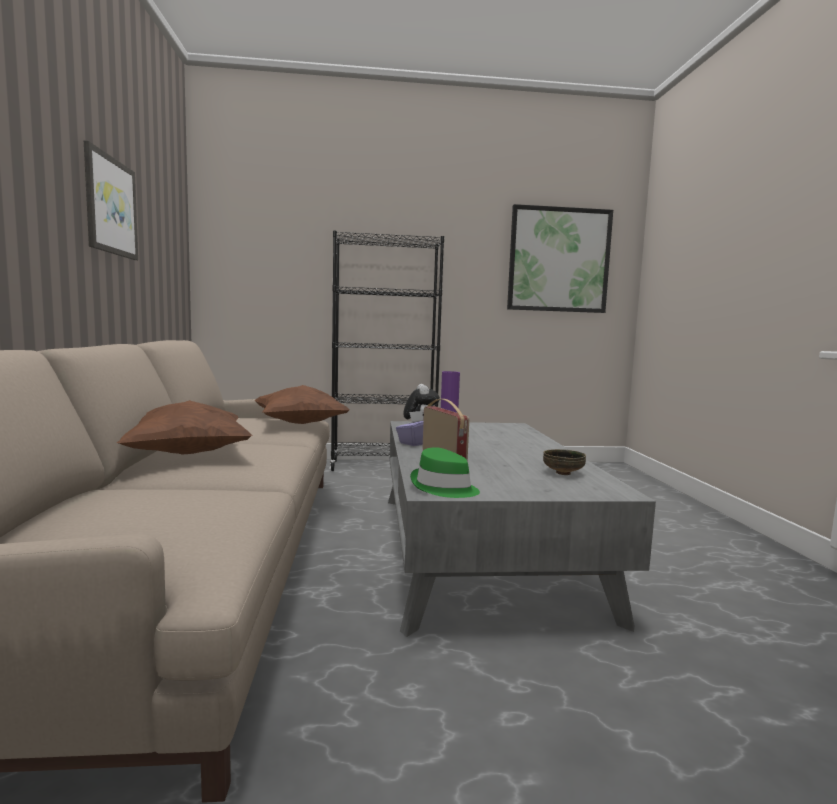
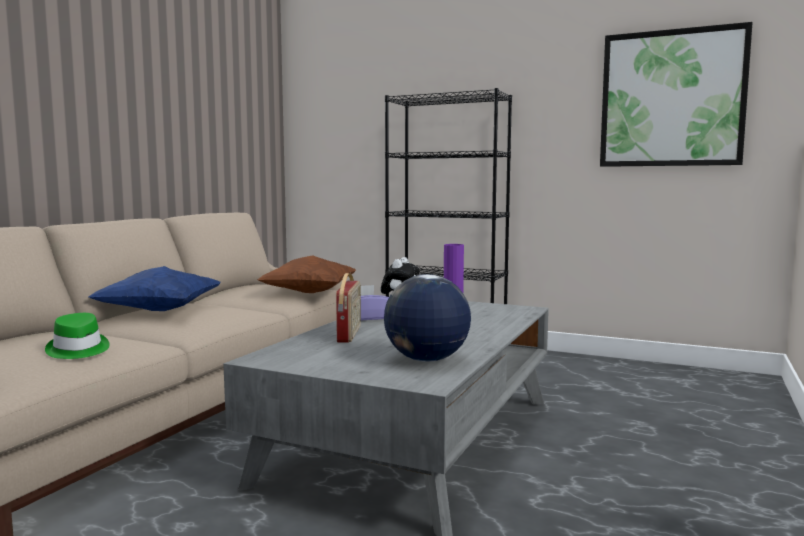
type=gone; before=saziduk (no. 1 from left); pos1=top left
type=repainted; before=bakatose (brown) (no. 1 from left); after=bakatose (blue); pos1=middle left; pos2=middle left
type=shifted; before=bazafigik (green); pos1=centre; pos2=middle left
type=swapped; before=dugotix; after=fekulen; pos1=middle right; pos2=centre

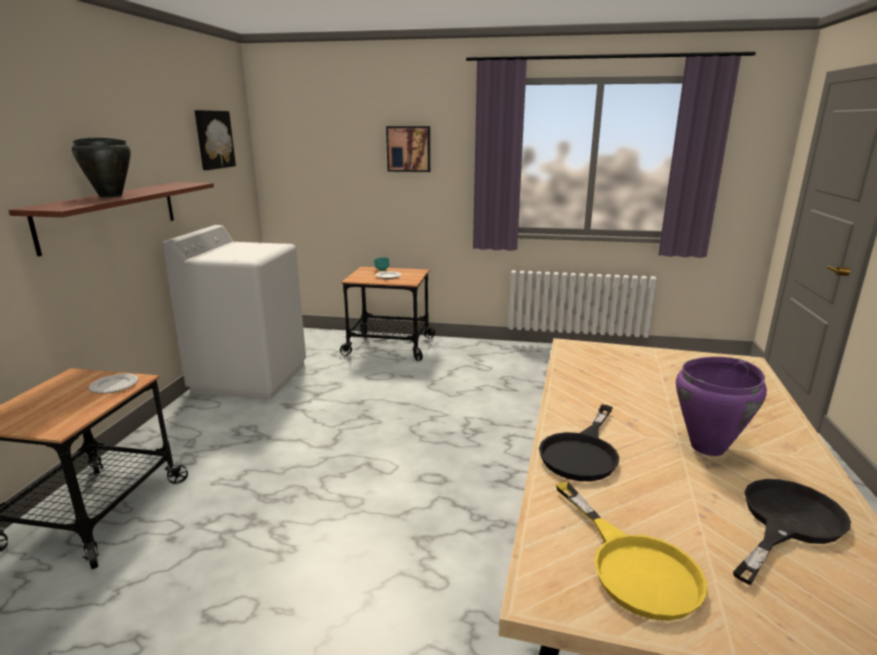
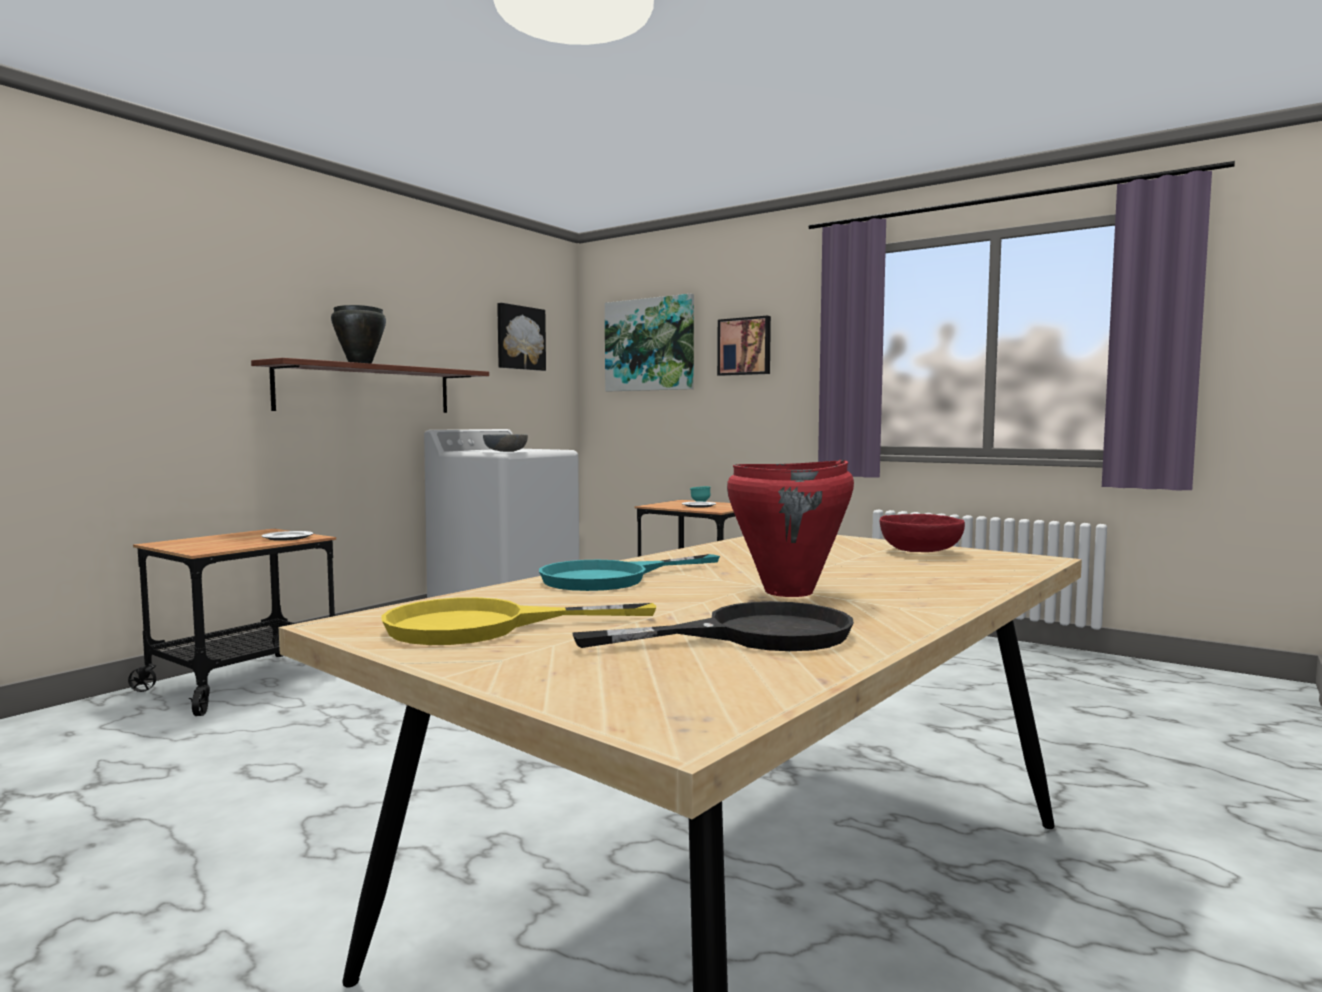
type=repainted; before=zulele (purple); after=zulele (red); pos1=middle right; pos2=centre
type=repainted; before=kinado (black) (no. 1 from left); after=kinado (turquoise); pos1=bottom centre; pos2=centre
type=rotated; before=kinado (yellow); pos1=bottom right; pos2=centre; turn=75
type=new; after=saziduk (no. 2 from left); pos2=centre
type=new; after=dugotix (grey); pos2=centre
type=new; after=dugotix (red); pos2=middle right

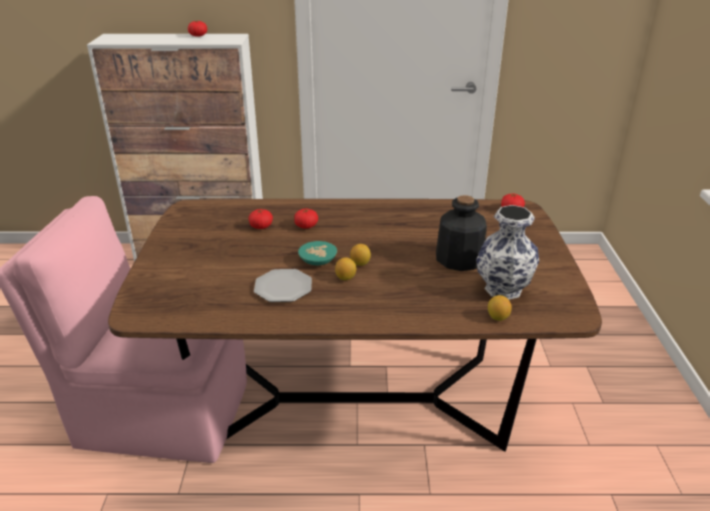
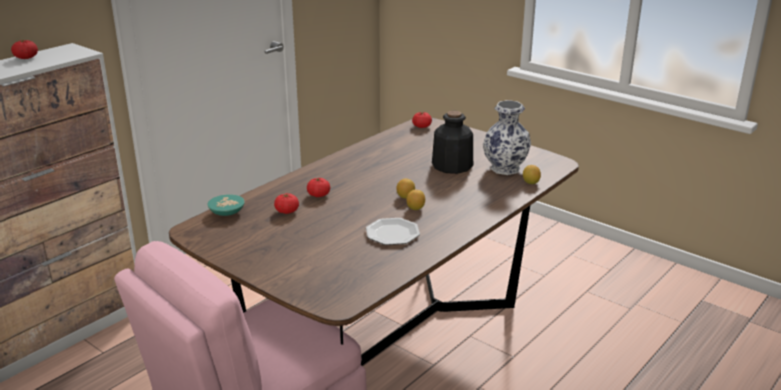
type=shifted; before=dugotix (turquoise); pos1=centre; pos2=middle left

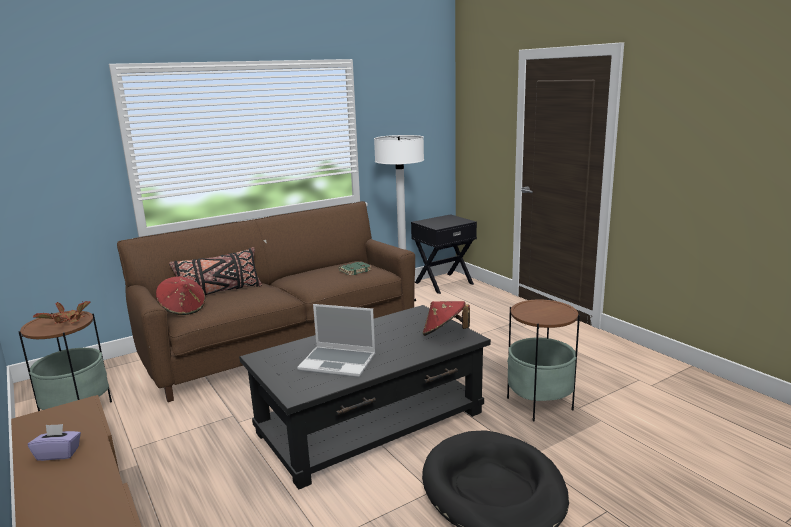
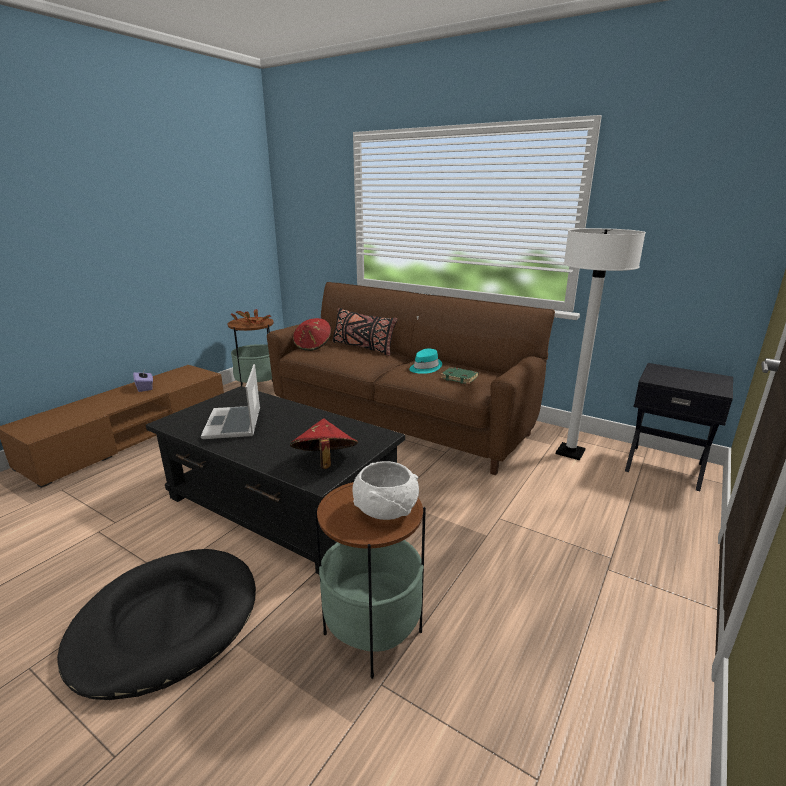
type=new; after=bazafigik (turquoise); pos2=centre
type=new; after=dugotix (white); pos2=centre

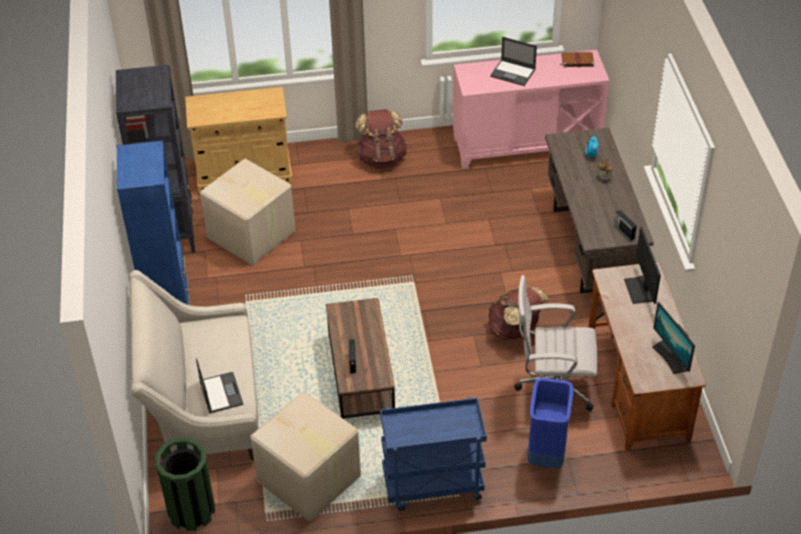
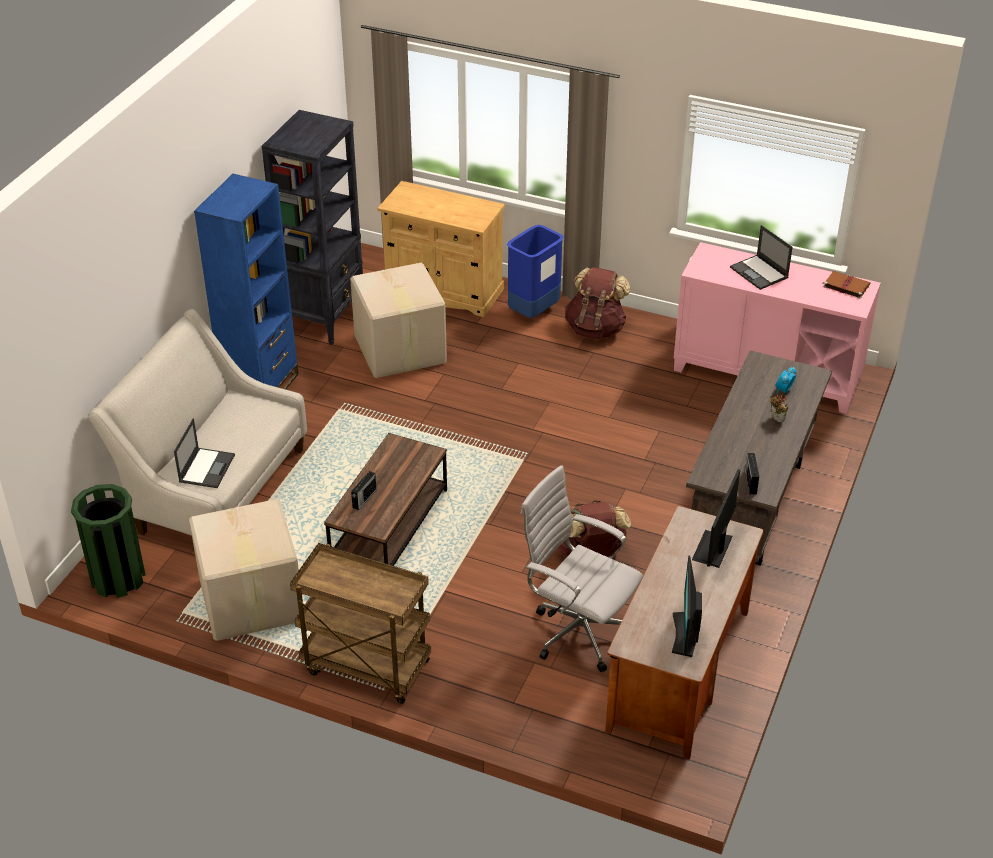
type=shifted; before=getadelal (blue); pos1=bottom right; pos2=top centre
type=repainted; before=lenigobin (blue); after=lenigobin (brown); pos1=bottom centre; pos2=bottom centre

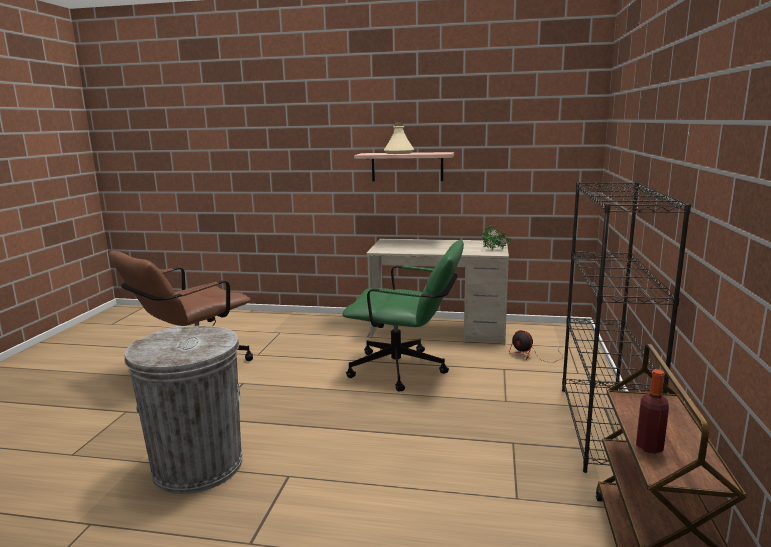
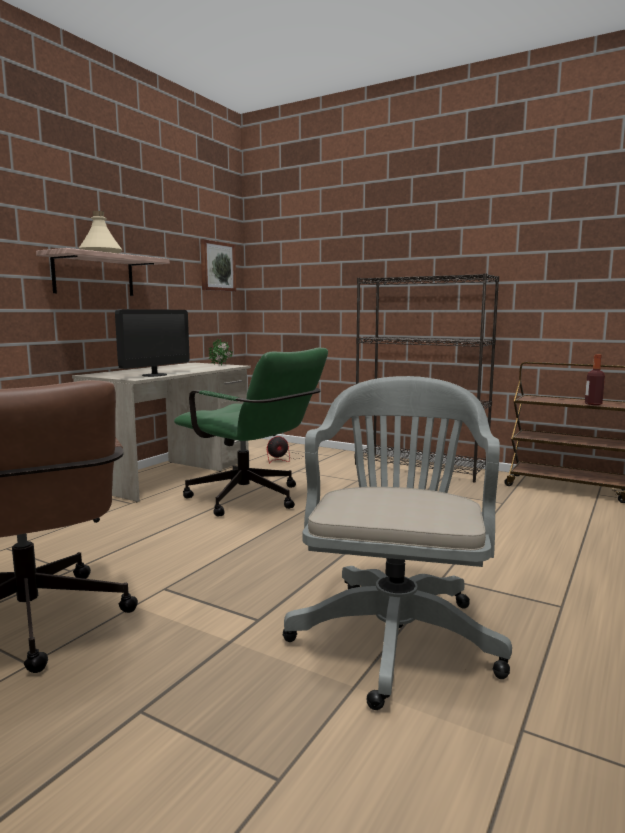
type=rotated; before=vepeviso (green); pos1=centre; pos2=centre; turn=90
type=swapped; before=getadelal (grey); after=vepeviso (grey); pos1=bottom left; pos2=centre
type=new; after=saziduk; pos2=top centre
type=new; after=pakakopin; pos2=middle left

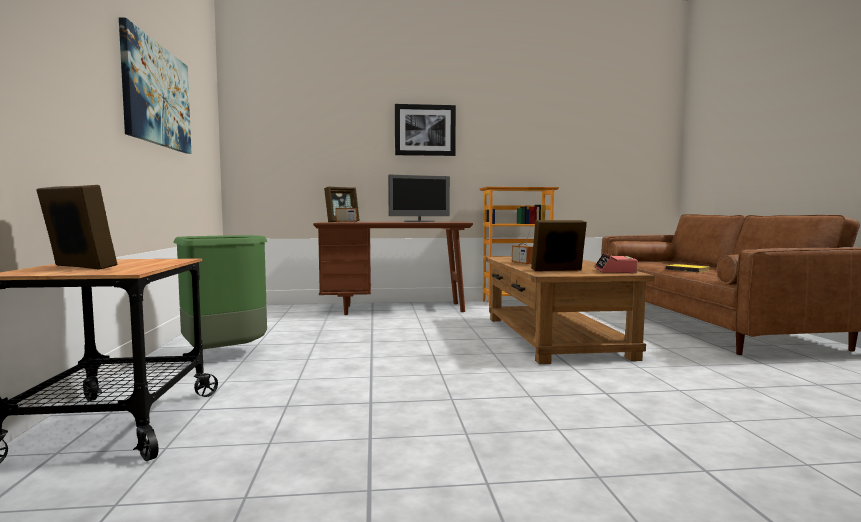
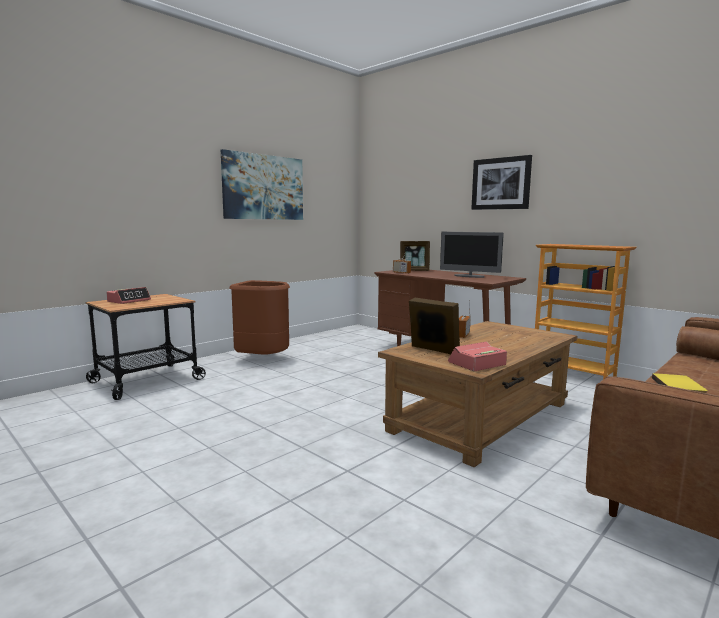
type=swapped; before=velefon (no. 1 from left); after=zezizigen (no. 1 from left); pos1=middle left; pos2=middle left
type=repainted; before=getadelal (green); after=getadelal (brown); pos1=middle left; pos2=centre

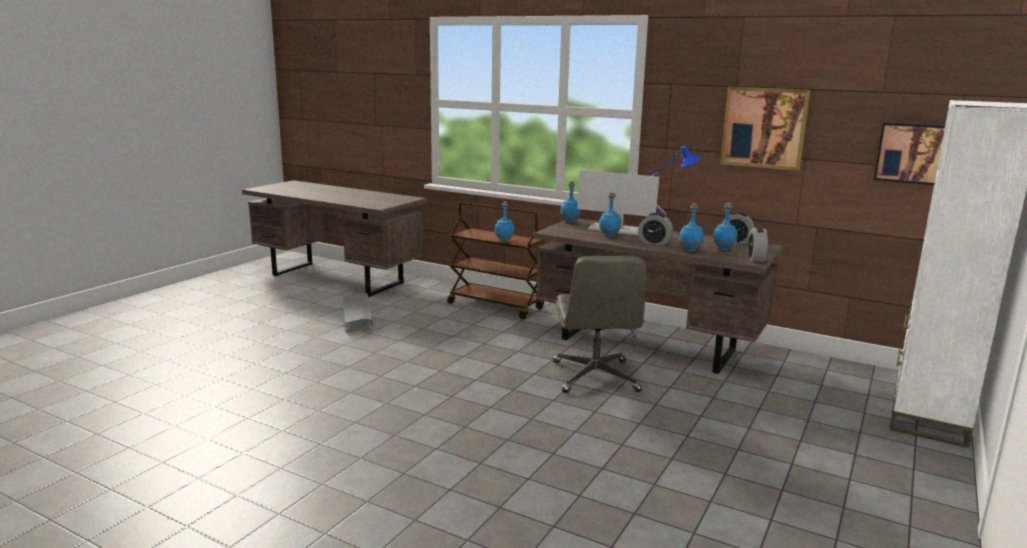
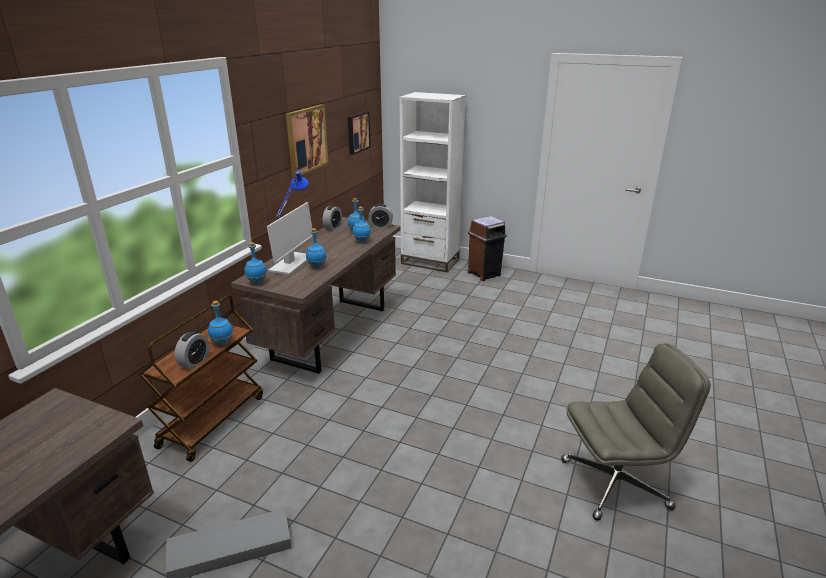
type=shifted; before=zezizigen (no. 1 from left); pos1=centre; pos2=middle left
type=shifted; before=vepeviso (grey); pos1=centre; pos2=bottom right
type=new; after=getadelal (brown); pos2=centre

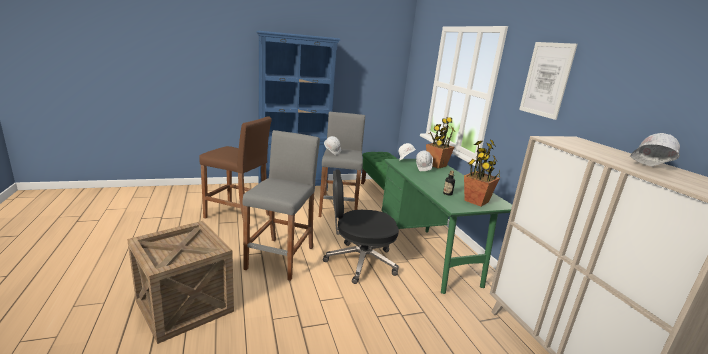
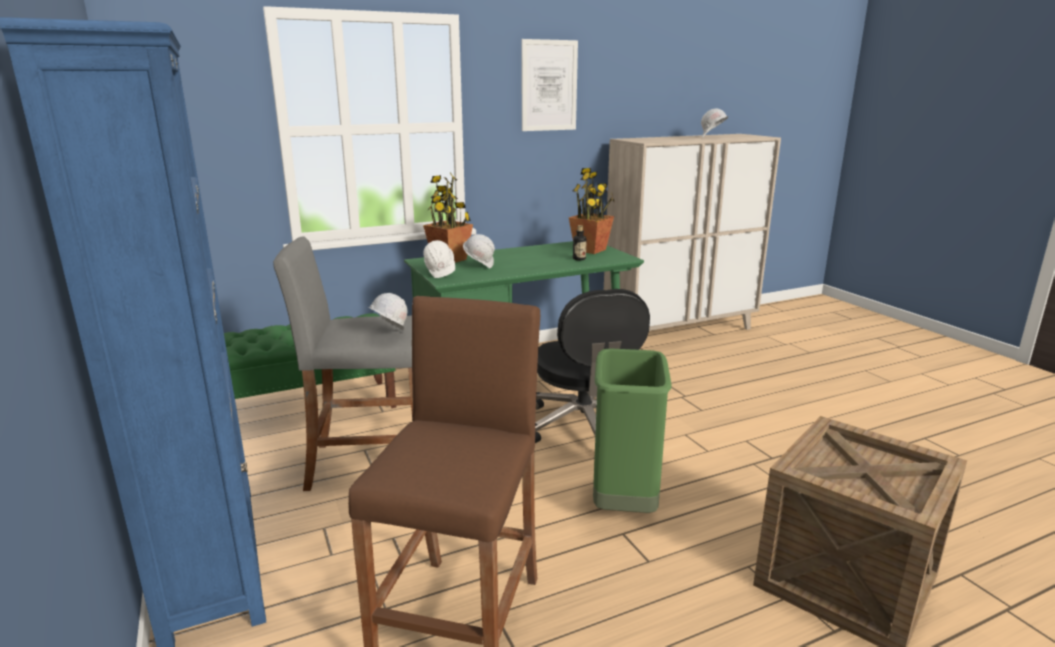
type=swapped; before=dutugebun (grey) (no. 1 from left); after=getadelal (green); pos1=centre; pos2=centre

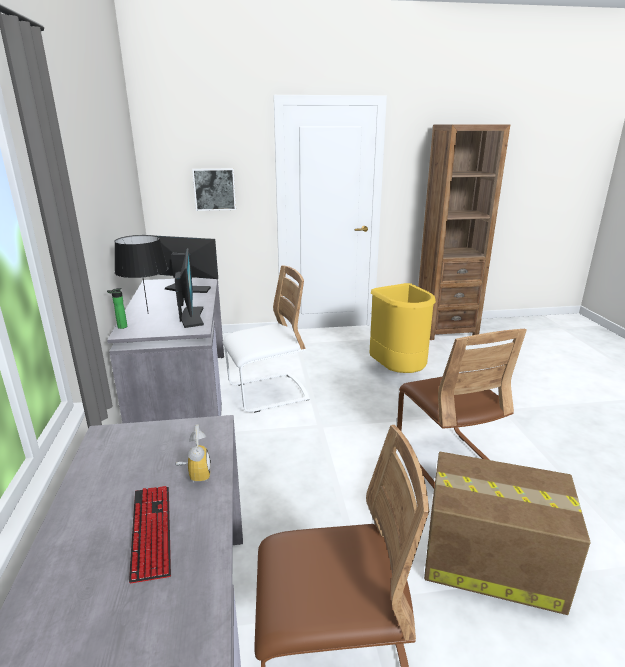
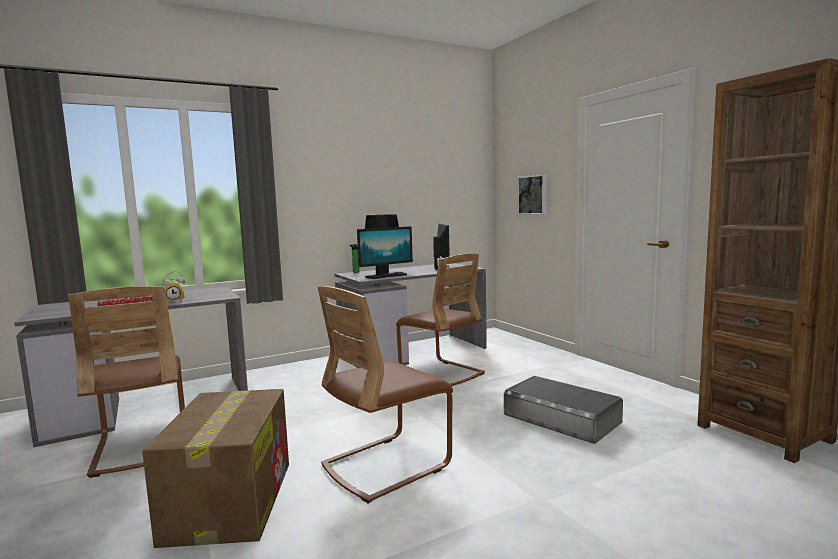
type=repainted; before=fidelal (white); after=fidelal (brown) (no. 3 from left); pos1=centre; pos2=centre
type=swapped; before=getadelal (yellow); after=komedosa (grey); pos1=centre; pos2=bottom right

